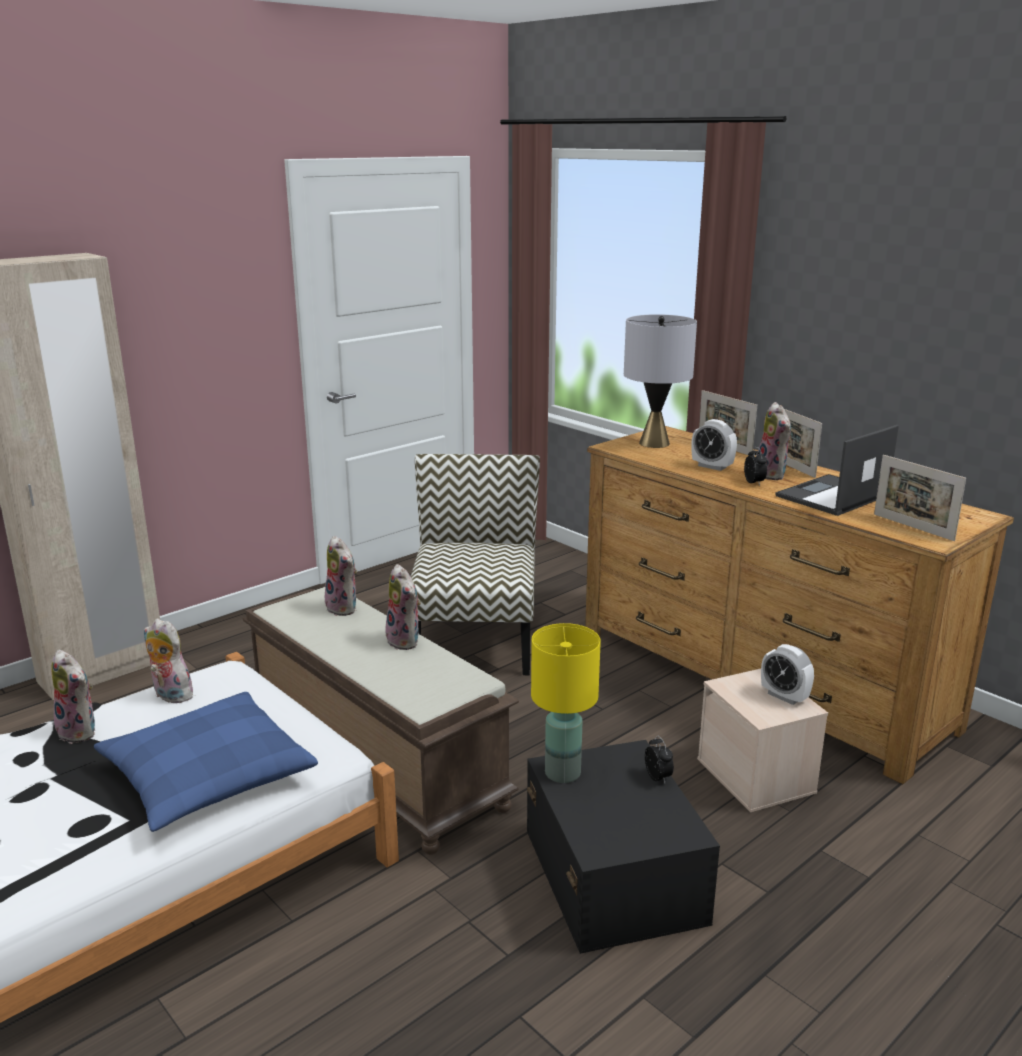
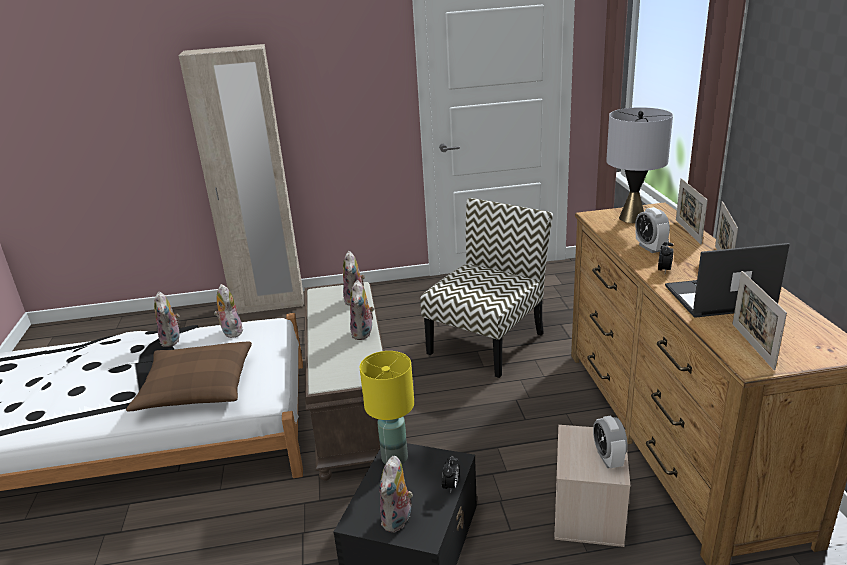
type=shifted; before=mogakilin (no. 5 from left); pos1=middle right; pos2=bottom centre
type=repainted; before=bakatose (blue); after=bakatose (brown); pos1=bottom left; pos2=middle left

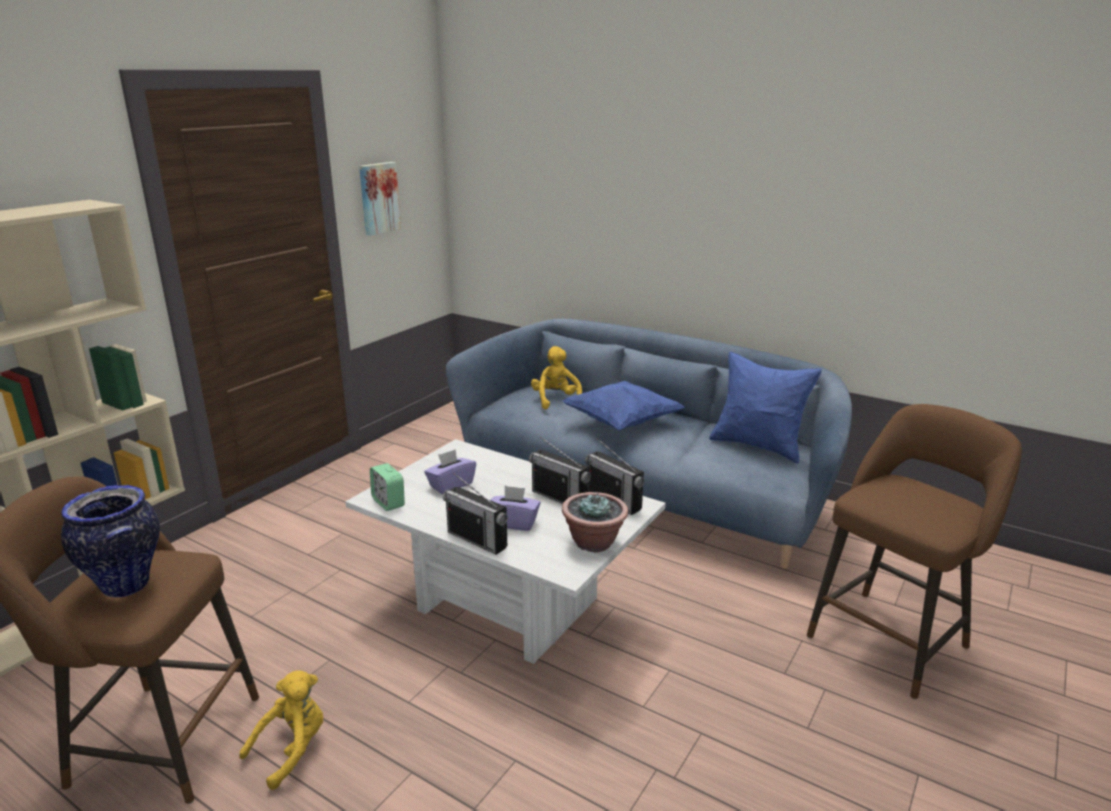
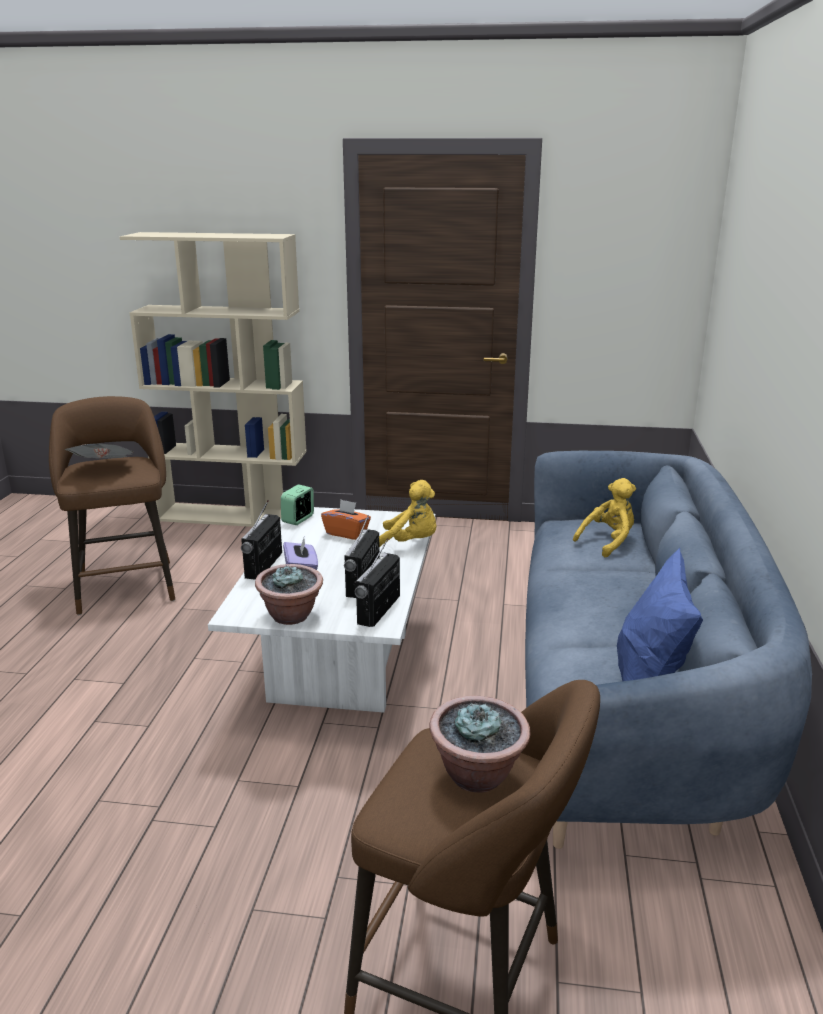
type=gone; before=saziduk; pos1=top centre
type=gone; before=bakatose (blue) (no. 1 from left); pos1=centre
type=repainted; before=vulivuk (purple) (no. 1 from left); after=vulivuk (orange); pos1=centre; pos2=centre
type=swapped; before=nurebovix; after=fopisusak; pos1=bottom left; pos2=middle left
type=shifted; before=mogakilin (yellow) (no. 1 from left); pos1=bottom left; pos2=centre
type=new; after=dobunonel (no. 2 from left); pos2=bottom centre

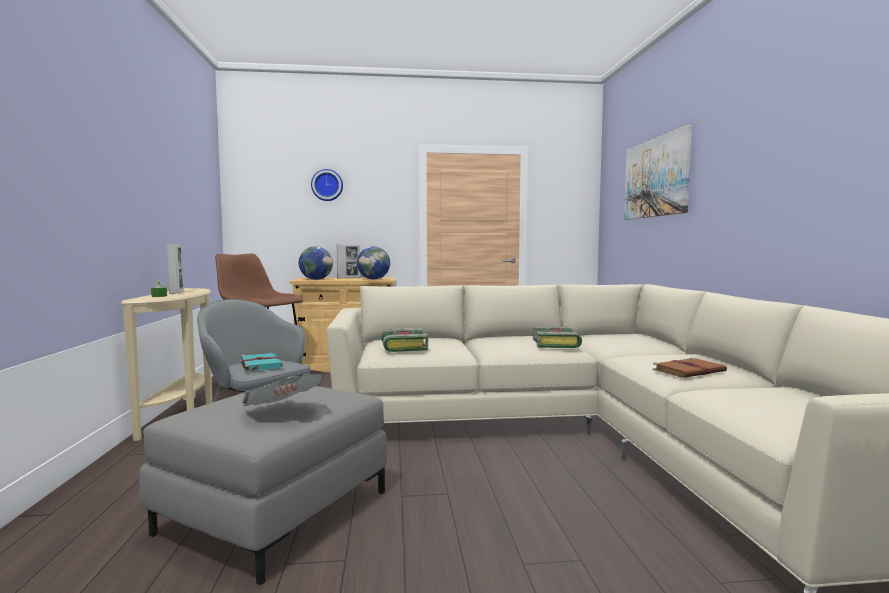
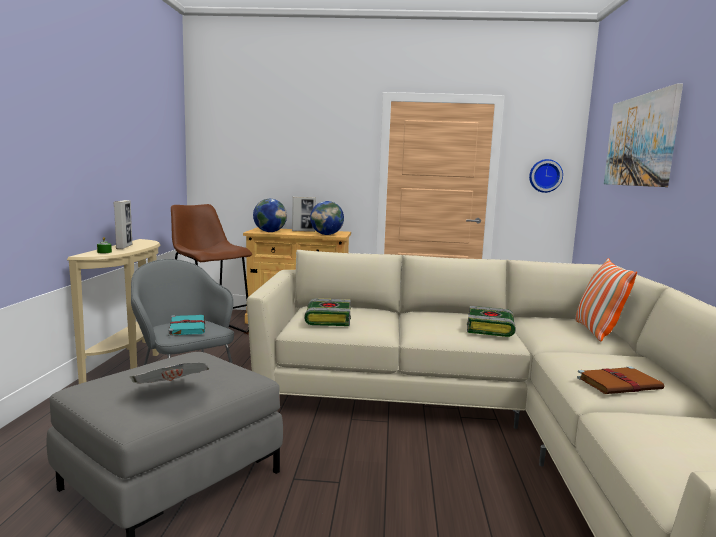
type=shifted; before=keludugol; pos1=top centre; pos2=top right
type=new; after=bakatose; pos2=middle right

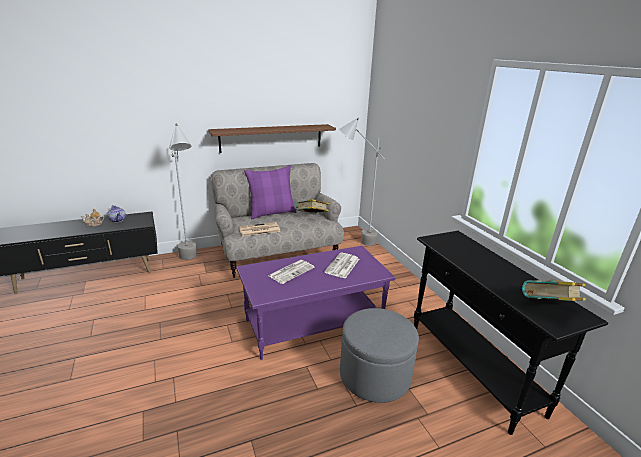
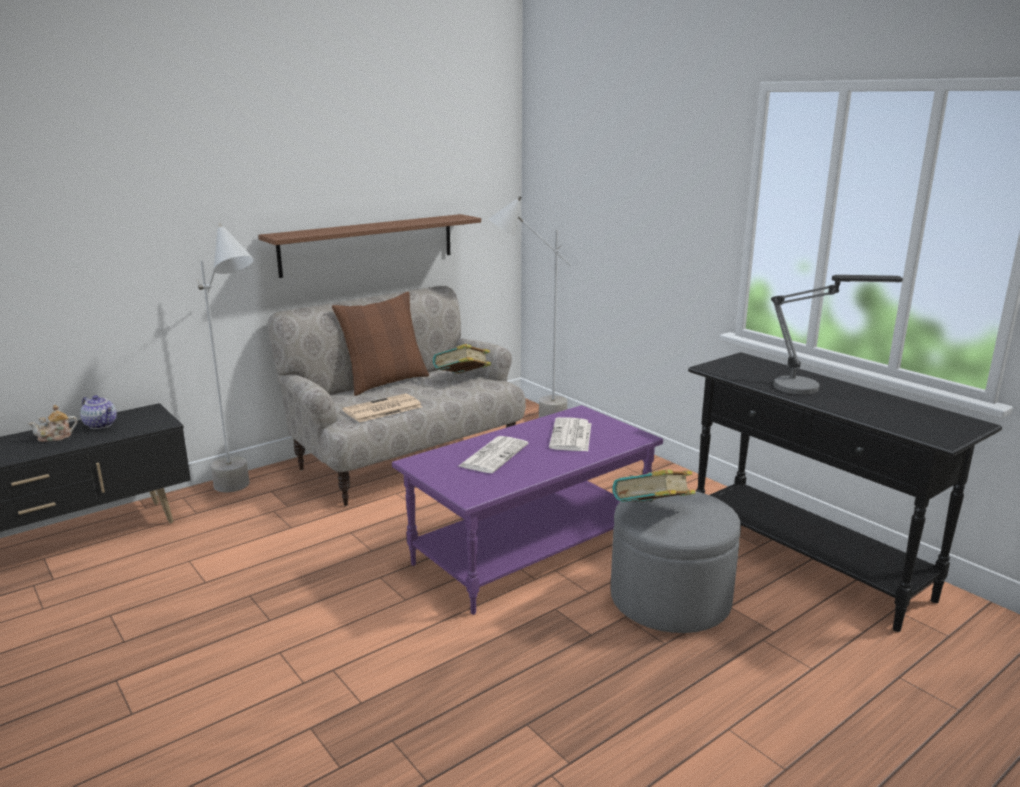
type=repainted; before=bakatose (purple); after=bakatose (brown); pos1=centre; pos2=centre
type=shifted; before=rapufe (no. 2 from left); pos1=middle right; pos2=centre
type=new; after=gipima; pos2=middle right

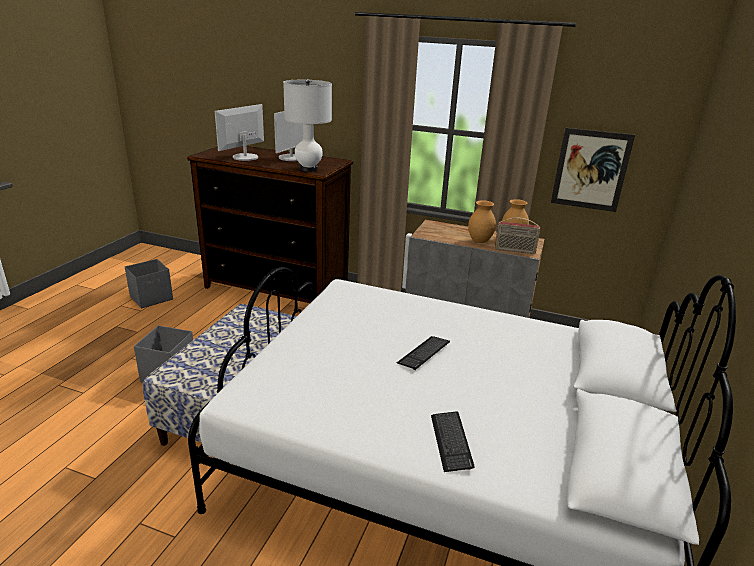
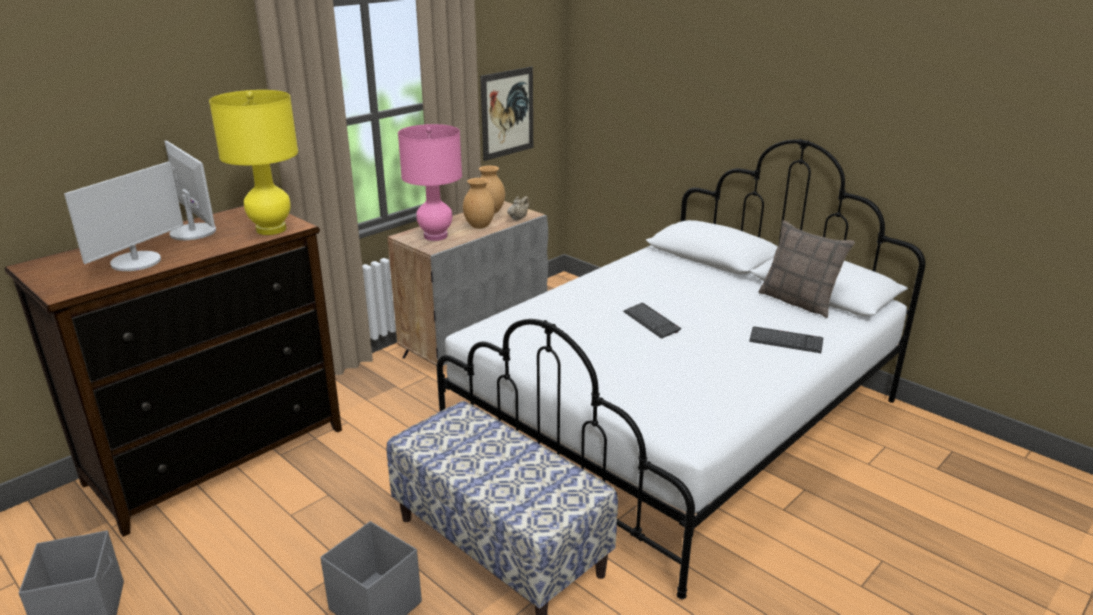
type=repainted; before=gipima (white); after=gipima (yellow); pos1=top centre; pos2=top left
type=rotated; before=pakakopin (no. 1 from left); pos1=top left; pos2=middle left; turn=-120
type=swapped; before=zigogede; after=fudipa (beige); pos1=middle right; pos2=centre
type=new; after=gipima (pink); pos2=top centre
type=new; after=bakatose; pos2=middle right

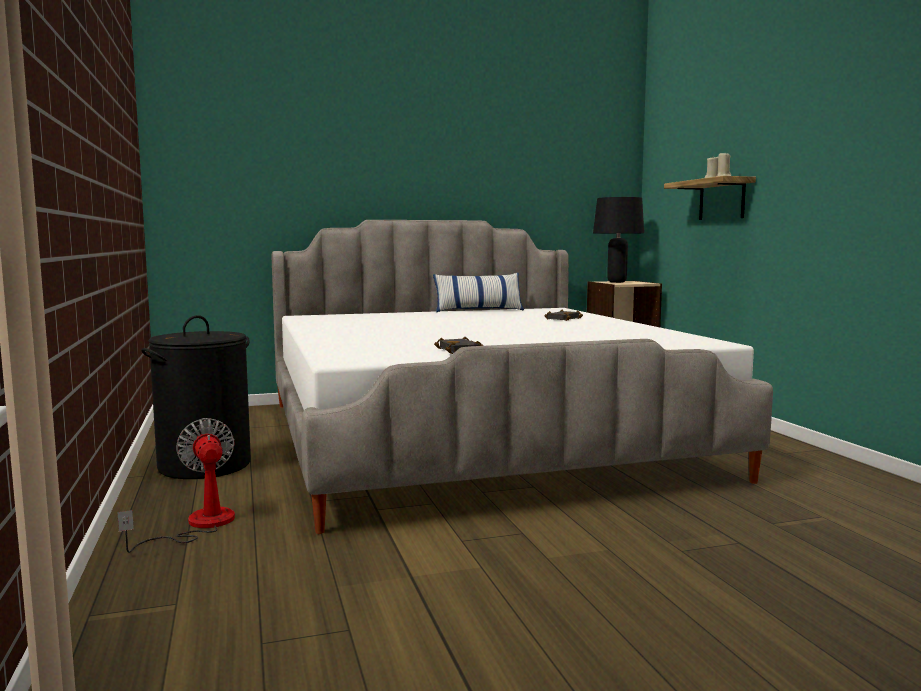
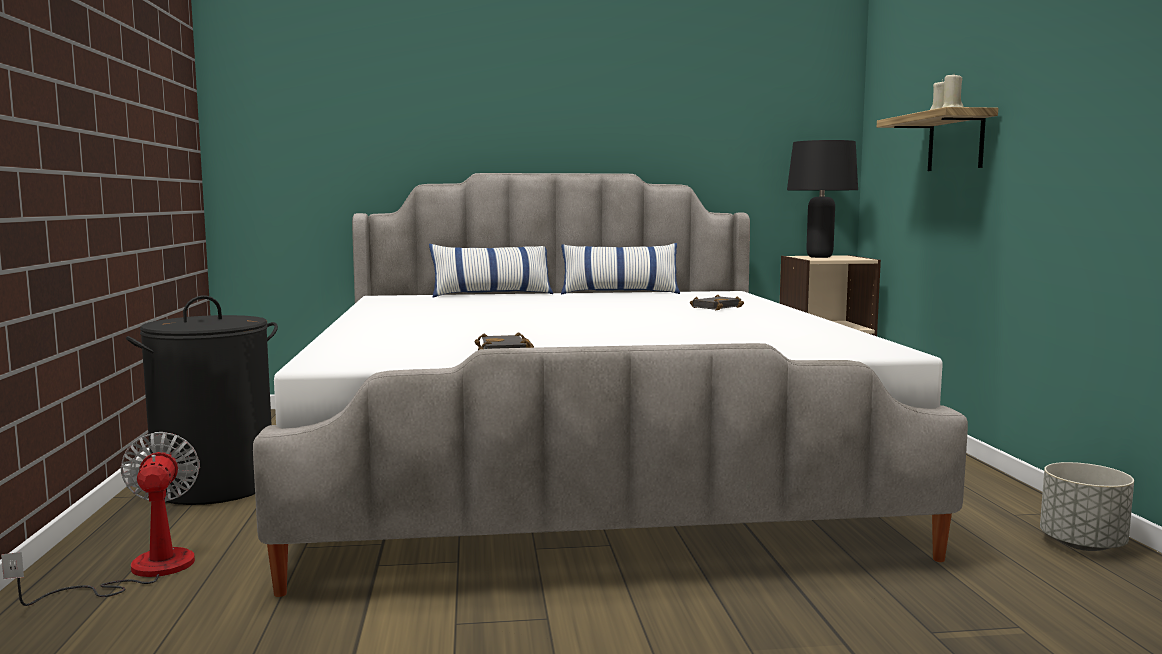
type=new; after=bakatose (no. 1 from left); pos2=centre
type=new; after=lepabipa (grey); pos2=bottom right

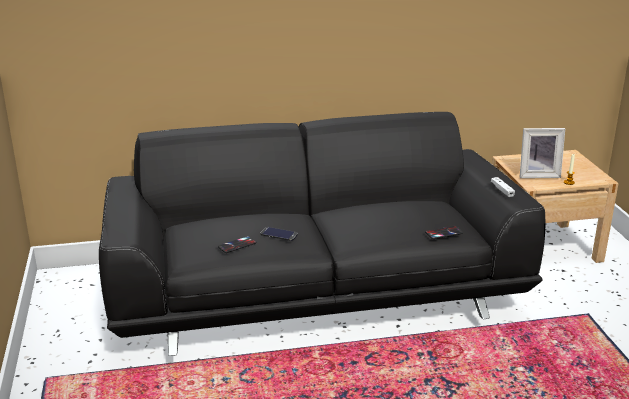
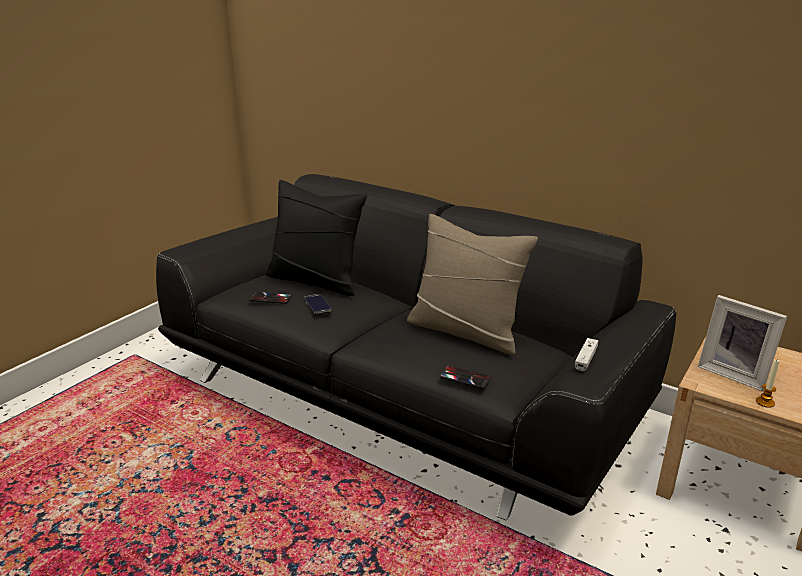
type=new; after=bakatose (black); pos2=centre
type=new; after=bakatose (beige); pos2=centre

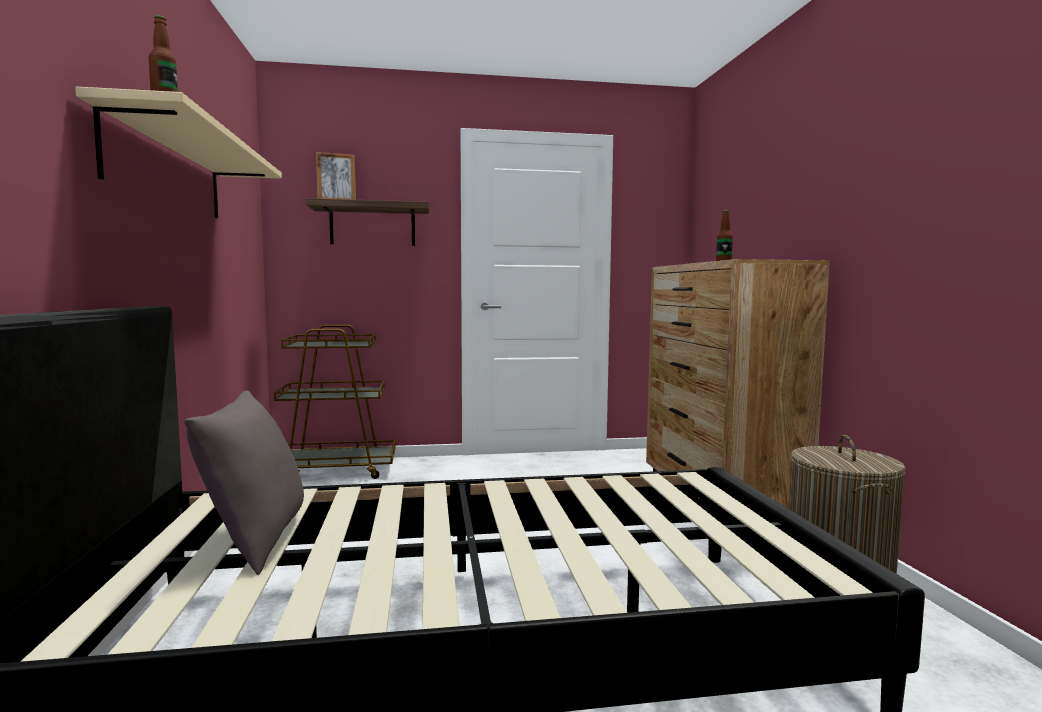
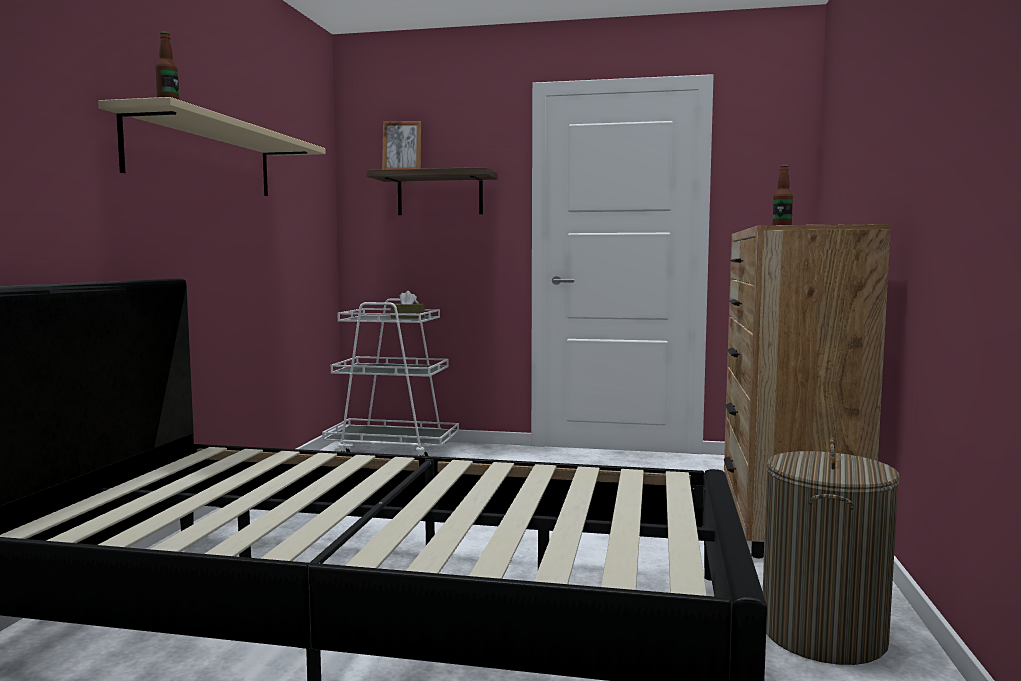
type=repainted; before=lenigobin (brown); after=lenigobin (white); pos1=middle left; pos2=centre
type=gone; before=bakatose (grey); pos1=bottom left
type=new; after=vulivuk (brown); pos2=centre

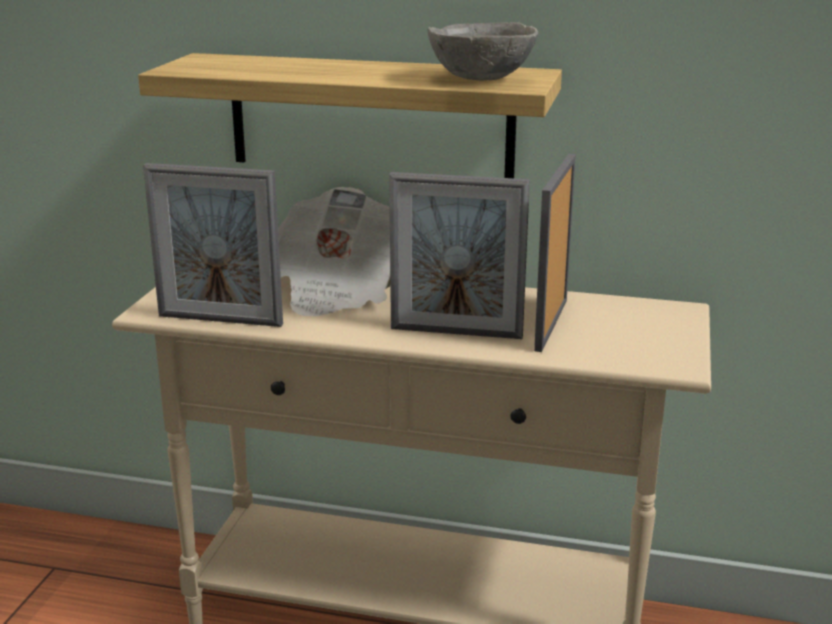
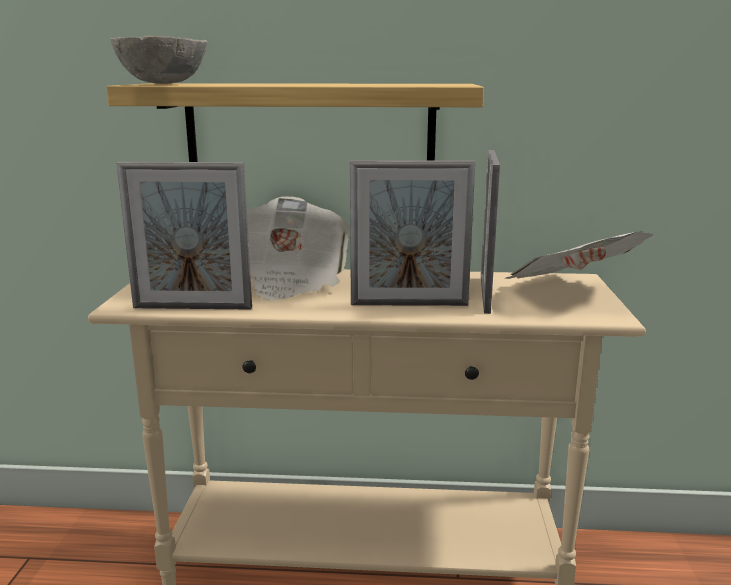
type=shifted; before=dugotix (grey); pos1=top centre; pos2=top left
type=new; after=fopisusak (no. 2 from left); pos2=middle right

